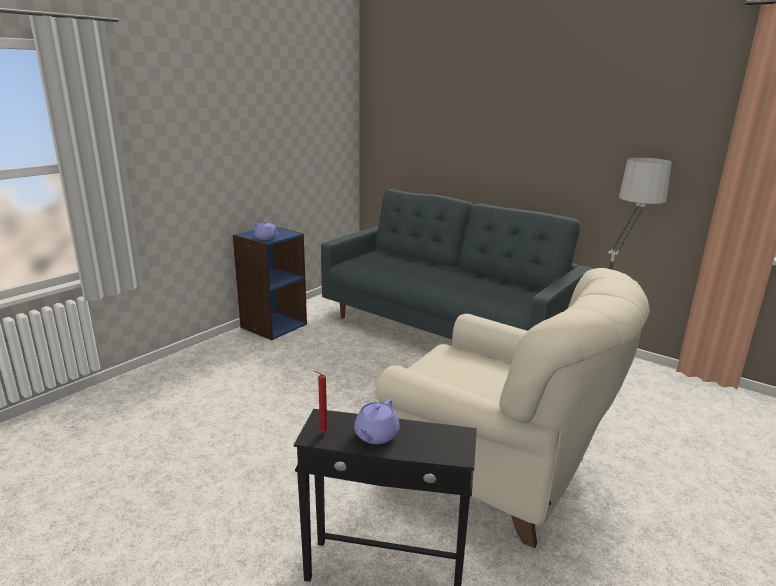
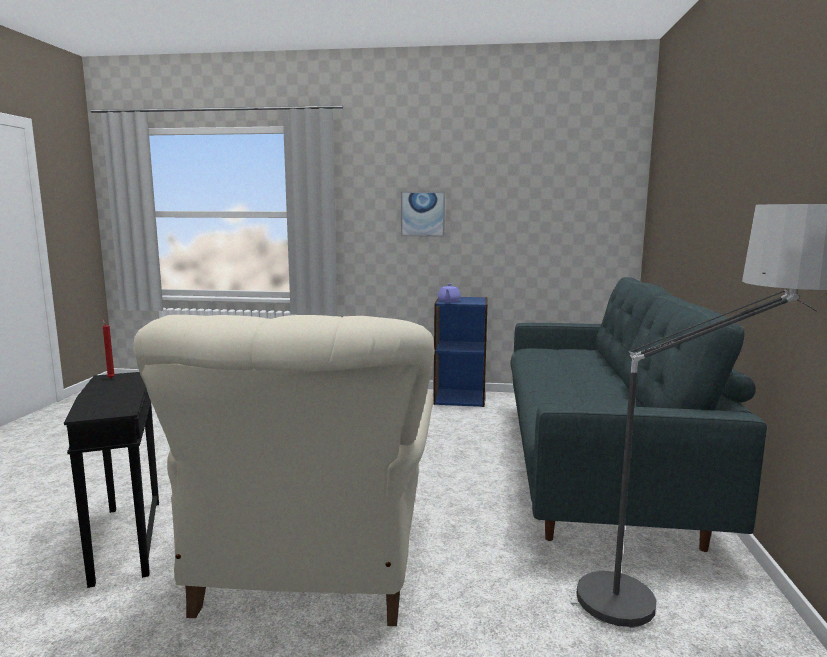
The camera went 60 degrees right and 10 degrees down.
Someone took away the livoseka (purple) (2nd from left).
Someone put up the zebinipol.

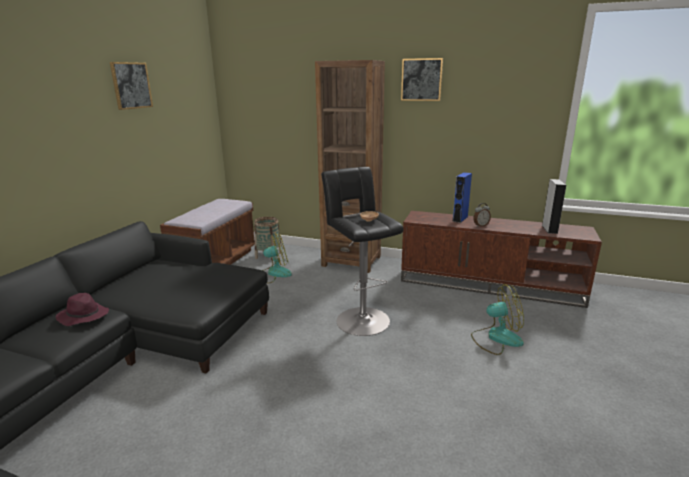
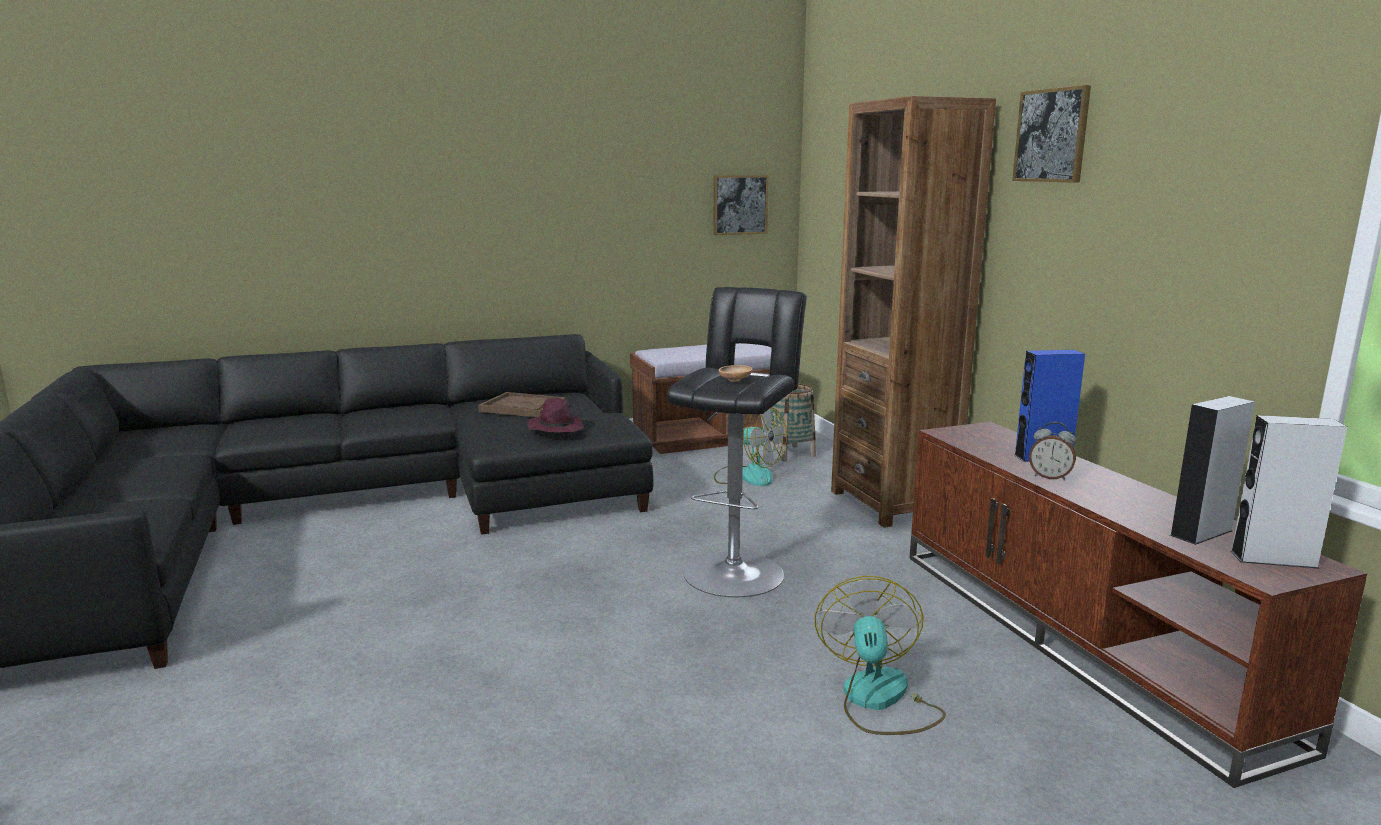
The camera went 50 degrees right and 5 degrees down.
Someone carried the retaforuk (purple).
Someone carried the zebinipol (1st from left).
Someone rotated the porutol (2nd from left) by 135 degrees counterclockwise.
Someone put down the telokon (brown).
Someone put down the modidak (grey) (2nd from left).

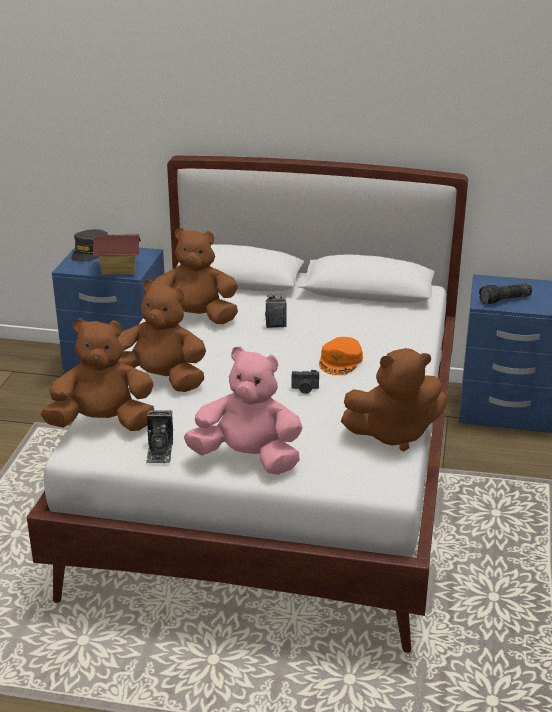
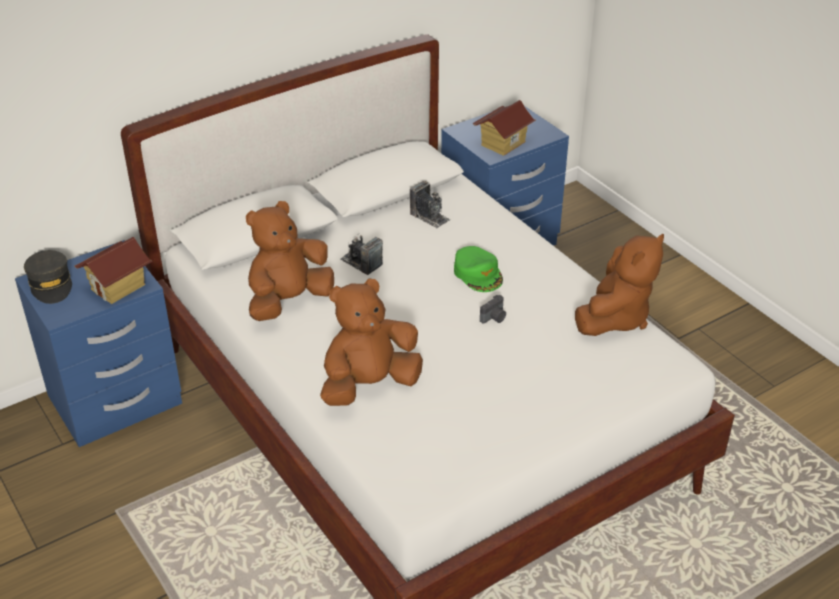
The camera went 45 degrees left and 10 degrees up.
Someone took away the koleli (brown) (1st from left).
Someone carried the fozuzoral (1st from left in the first image).
Someone took away the koleli (pink).
Someone repainted the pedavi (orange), which became the pedavi (green).
Someone swapped the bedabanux for the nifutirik (2nd from left).

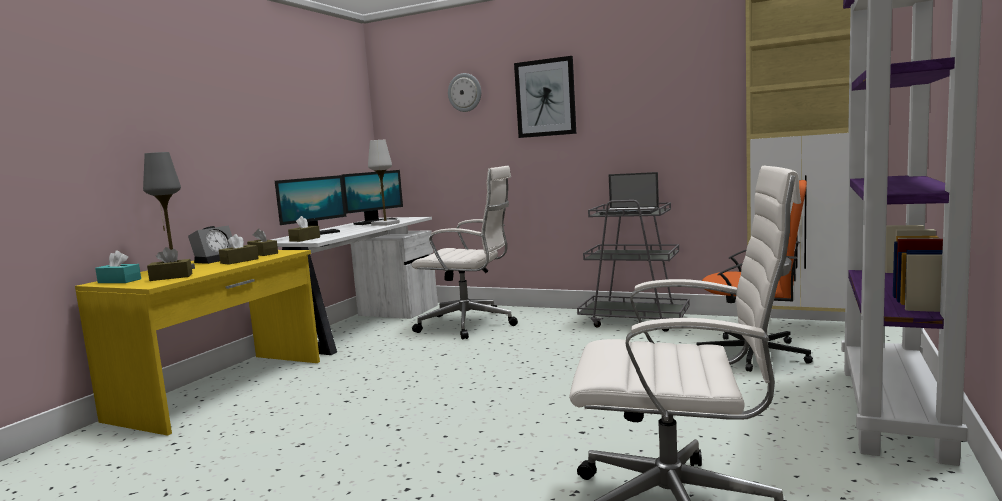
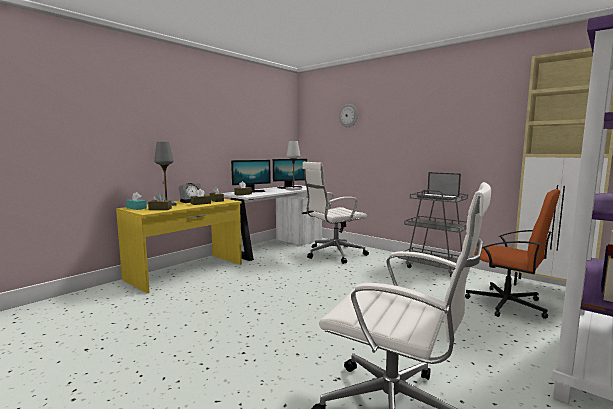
The camera went 15 degrees right and 0 degrees up.
Someone rotated the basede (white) (1st from left) by 120 degrees clockwise.
Someone took away the zebinipol.

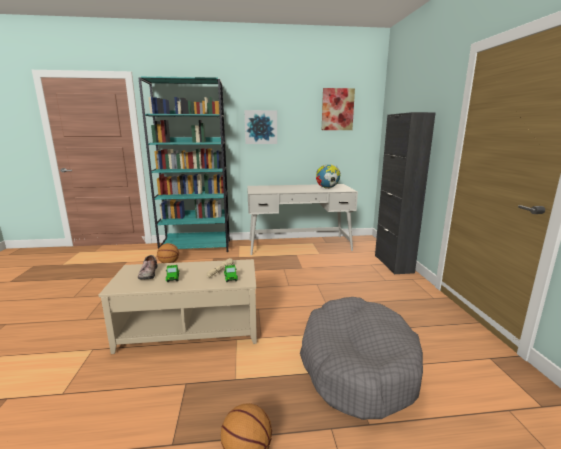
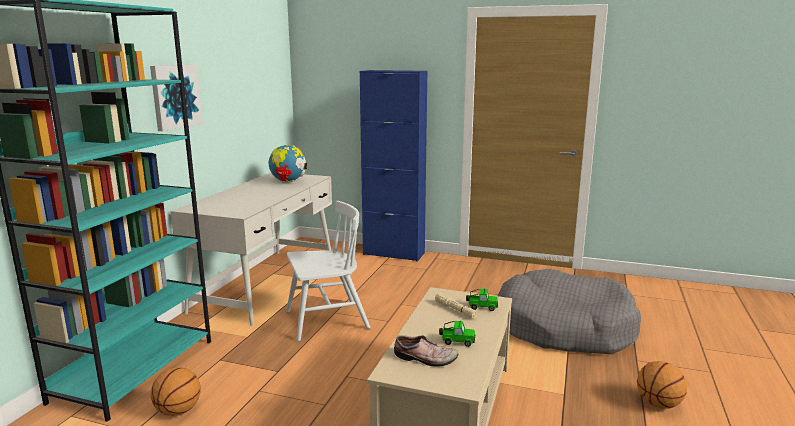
The camera went 65 degrees left and 0 degrees up.
Someone took away the zebinipol (2nd from left).
Someone repainted the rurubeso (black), which became the rurubeso (blue).
Someone put down the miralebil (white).

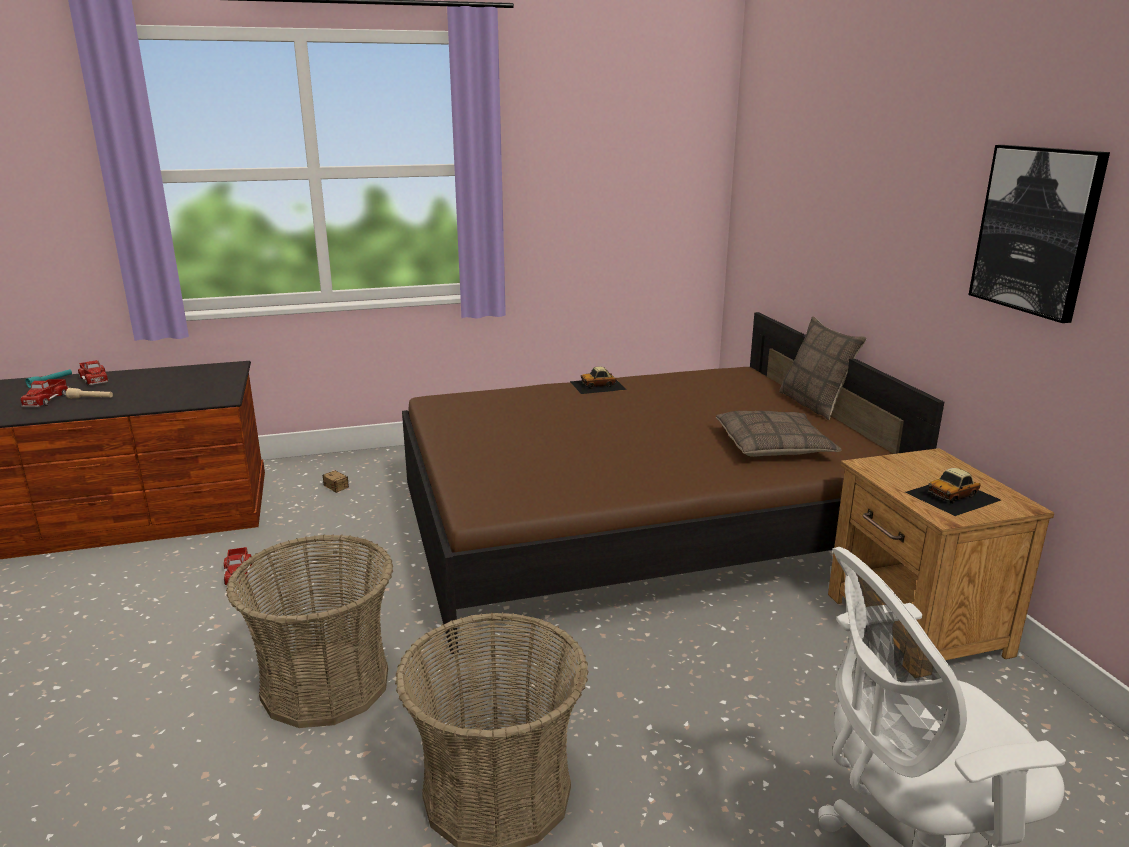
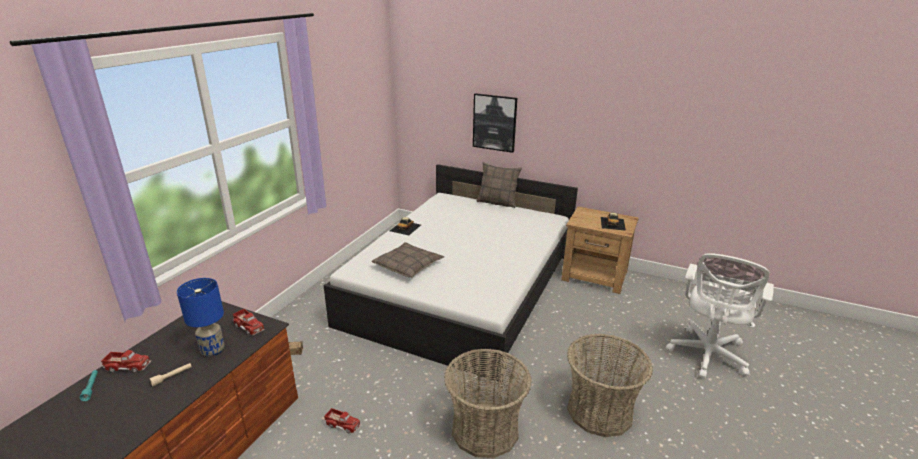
The camera went 50 degrees left and 5 degrees up.
Someone carried the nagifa (1st from left in the first image).
Someone repainted the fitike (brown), which became the fitike (white).
Someone carried the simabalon (1st from left).
Someone carried the zebinipol.
Someone put down the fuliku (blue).

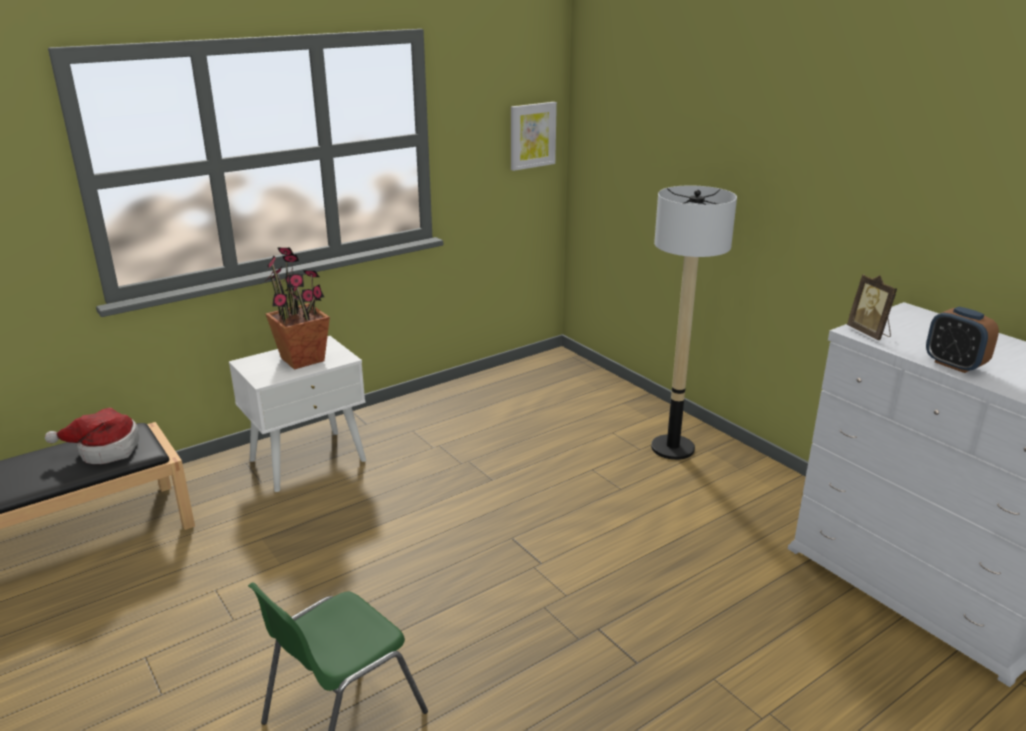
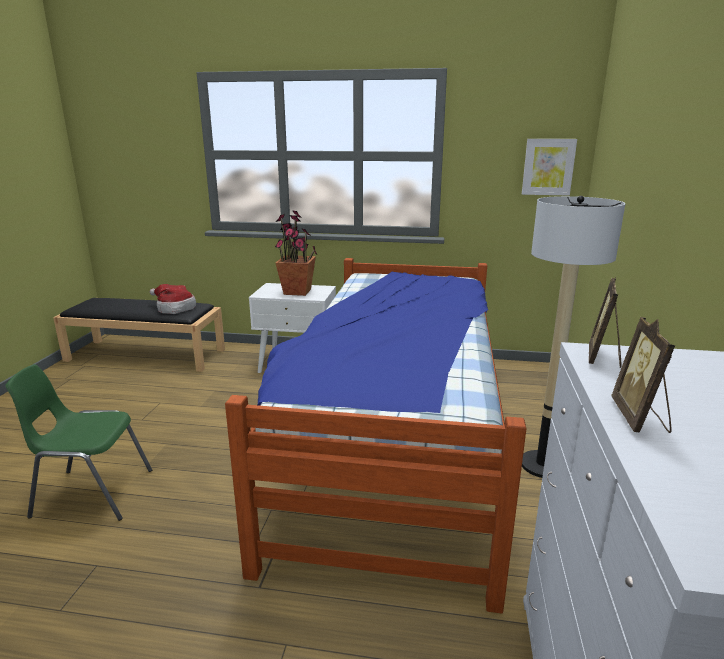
The camera went 45 degrees right and 5 degrees down.
Someone swapped the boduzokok for the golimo (2nd from left).
Someone put down the fitike.

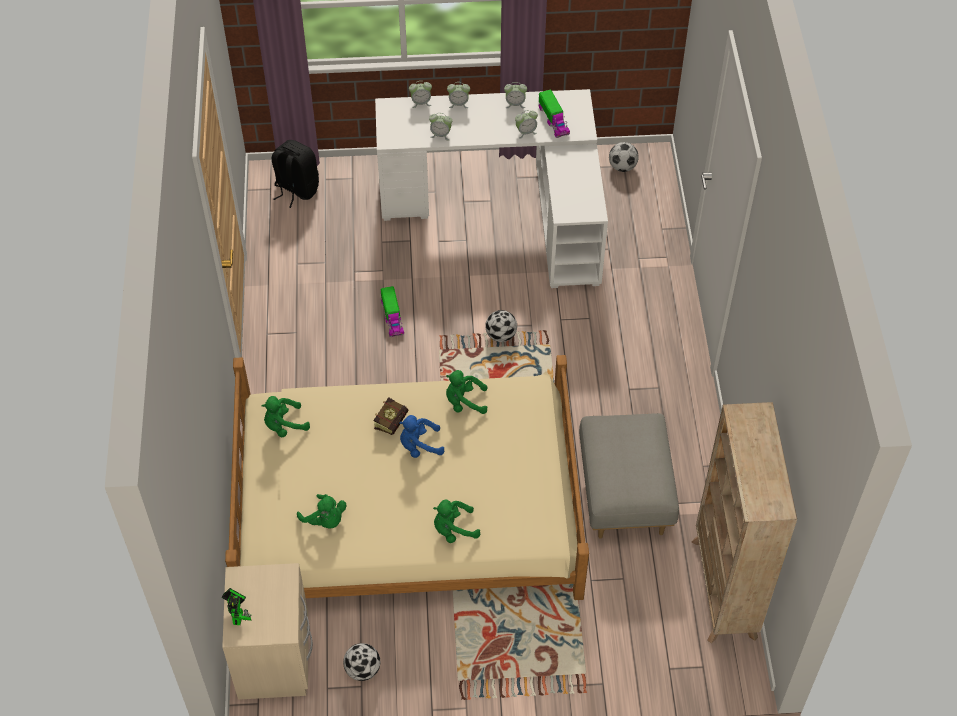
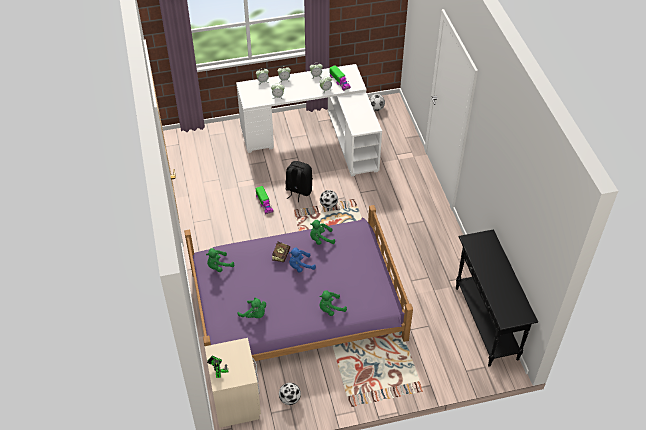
The camera went 10 degrees left and 5 degrees down.
Someone repainted the fitike (beige), which became the fitike (purple).
Someone carried the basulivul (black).
Someone took away the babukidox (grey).
Someone swapped the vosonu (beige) for the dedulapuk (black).

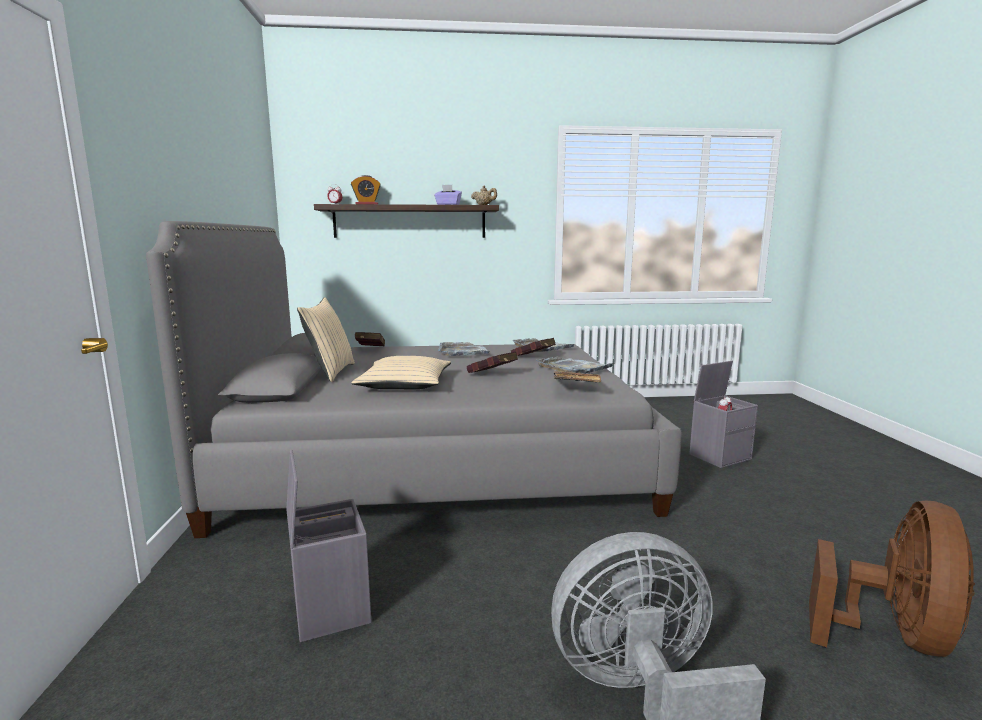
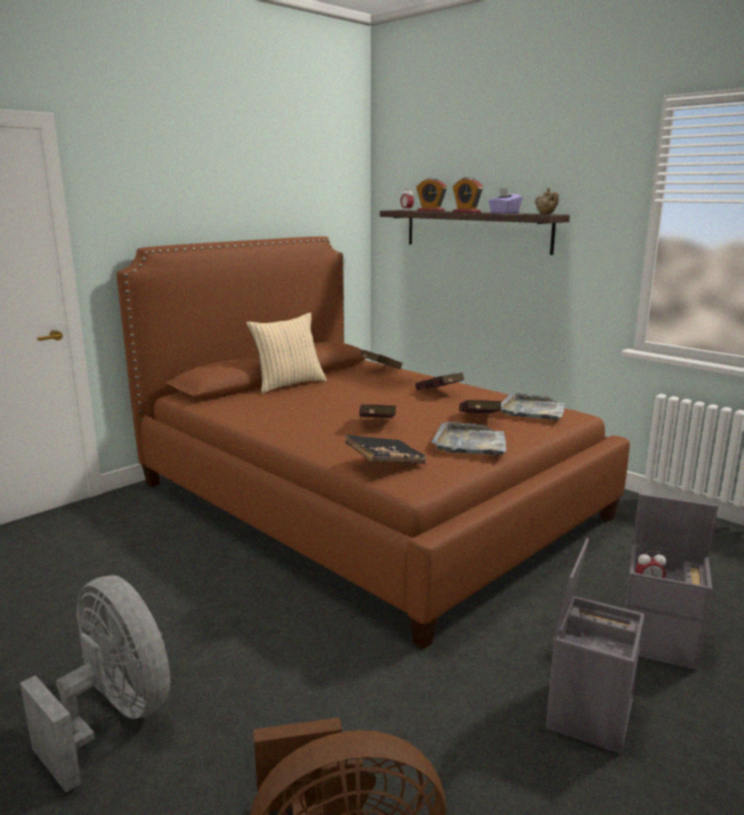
The camera went 50 degrees right and 5 degrees up.
Someone repainted the fitike (grey), which became the fitike (brown).
Someone carried the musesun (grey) (1st from left).
Someone took away the simabalon (beige) (2nd from left).
Someone swapped the telokon (grey) (1st from left) for the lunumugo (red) (3rd from left).
Someone put down the boduzokok (3rd from left).

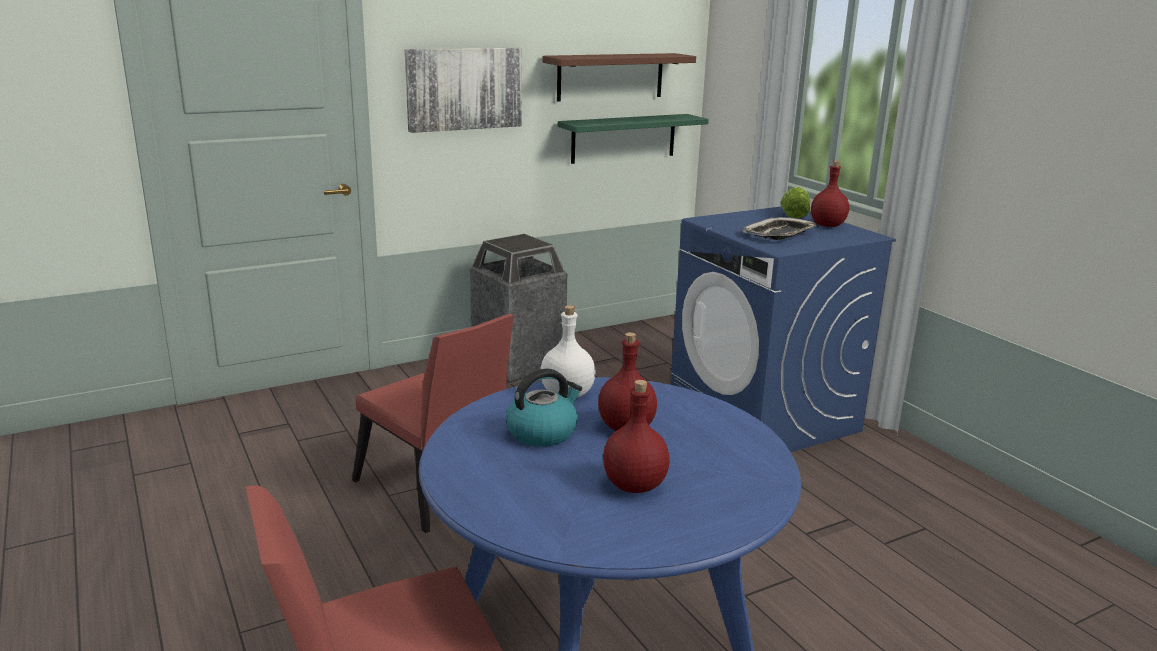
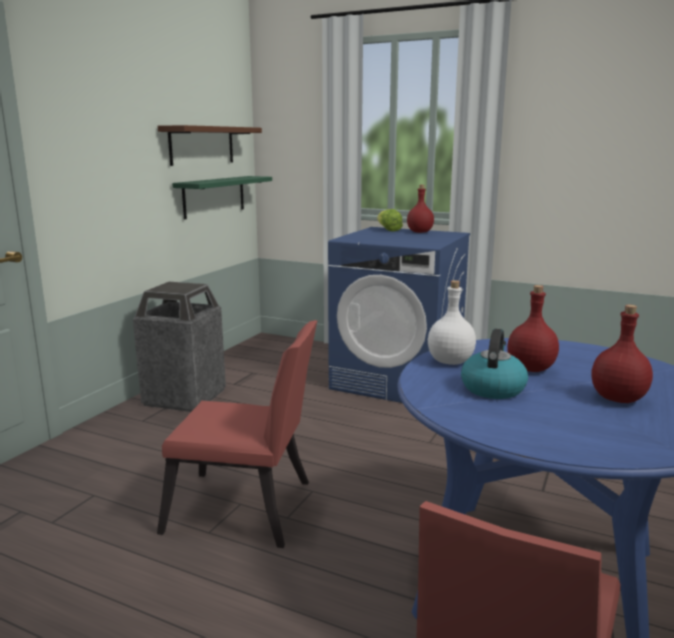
The camera went 35 degrees left and 5 degrees down.
Someone took away the zebinipol.
Someone took away the telokon.

